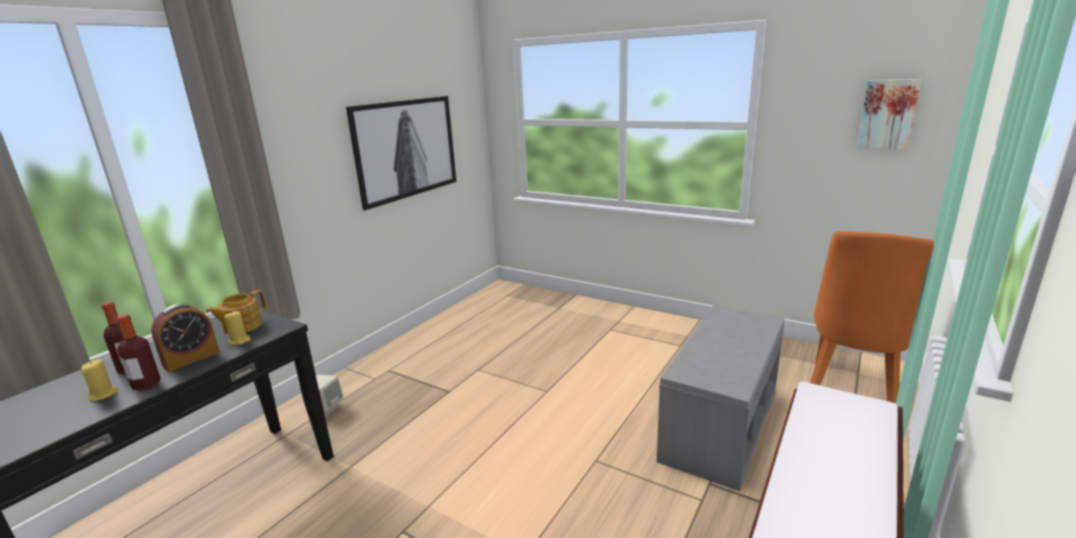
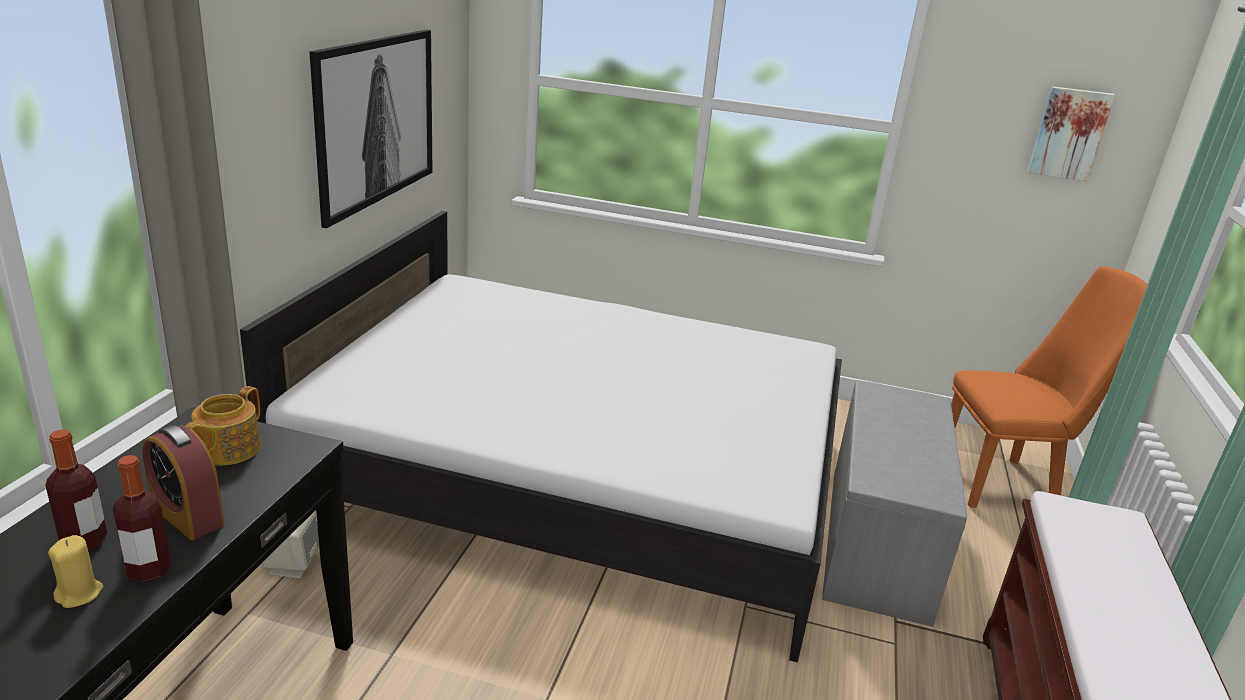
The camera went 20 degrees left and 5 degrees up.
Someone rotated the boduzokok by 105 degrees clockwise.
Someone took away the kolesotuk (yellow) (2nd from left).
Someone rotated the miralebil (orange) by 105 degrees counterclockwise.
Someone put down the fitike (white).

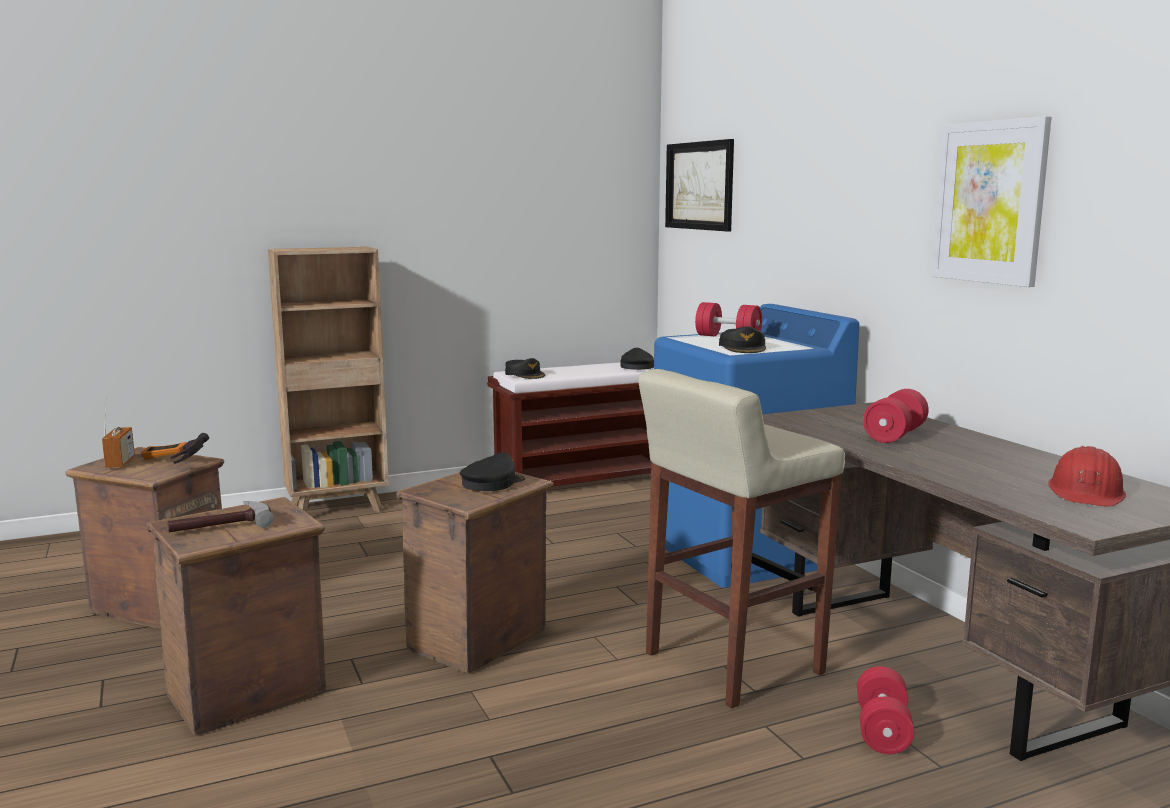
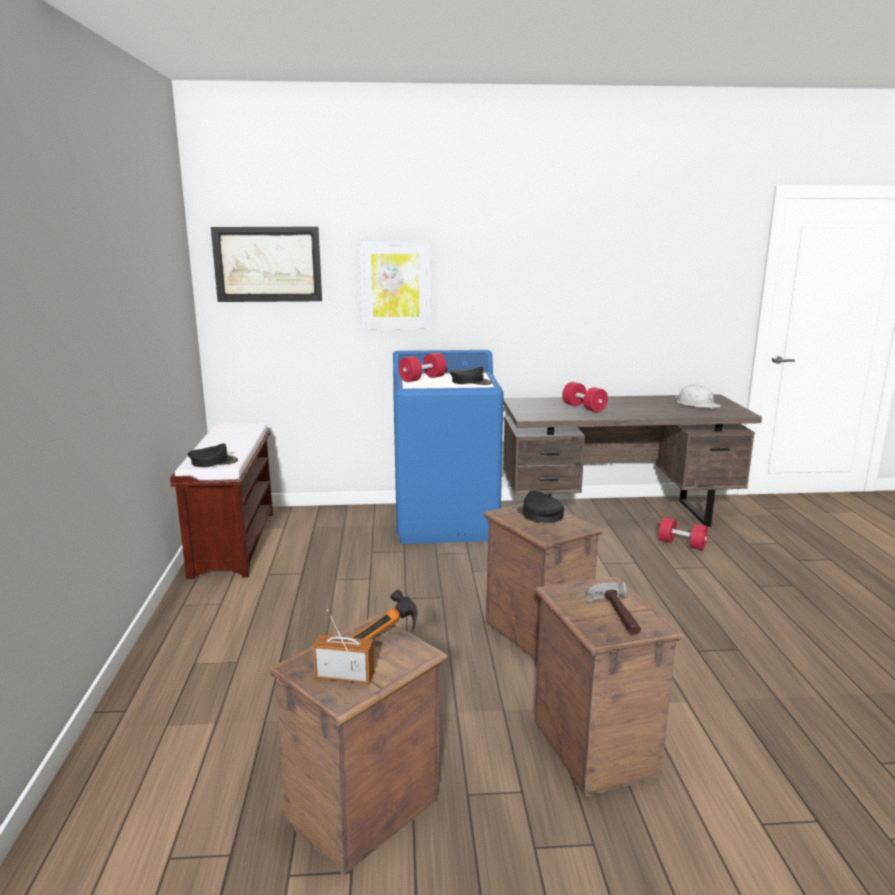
The camera went 70 degrees left and 5 degrees up.
Someone took away the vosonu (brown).
Someone took away the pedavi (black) (3rd from left).
Someone took away the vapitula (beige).
Someone carried the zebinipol (2nd from left).
Someone repainted the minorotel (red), which became the minorotel (white).

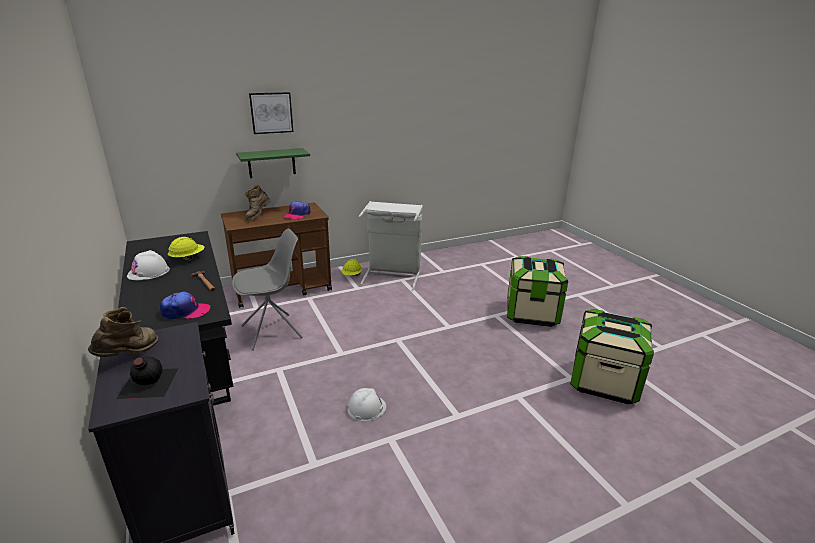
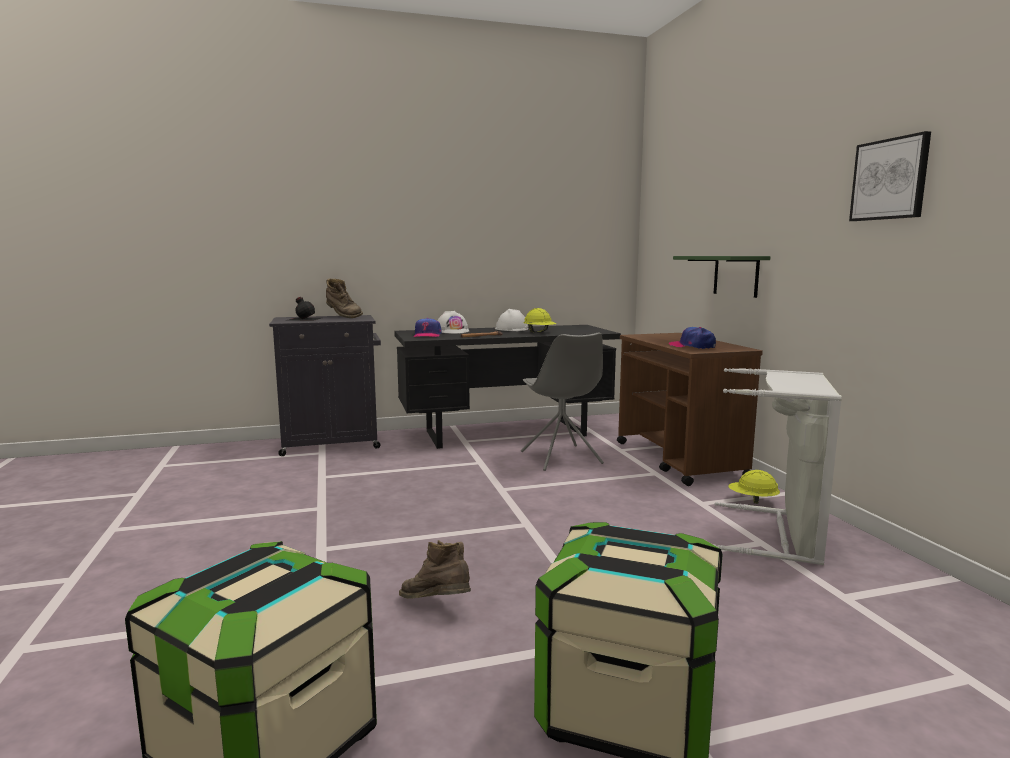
The camera went 100 degrees right and 15 degrees down.
Someone carried the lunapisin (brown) (2nd from left).
Someone carried the zebinipol.
Someone carried the minorotel (white) (2nd from left in the first image).

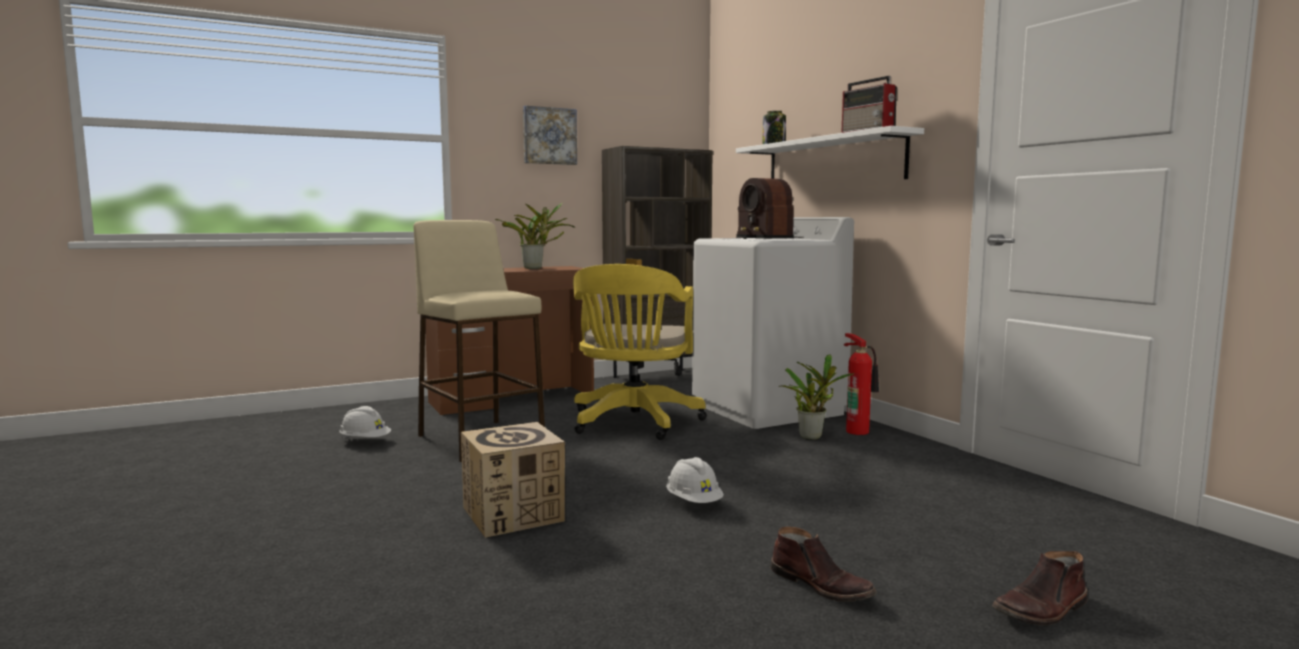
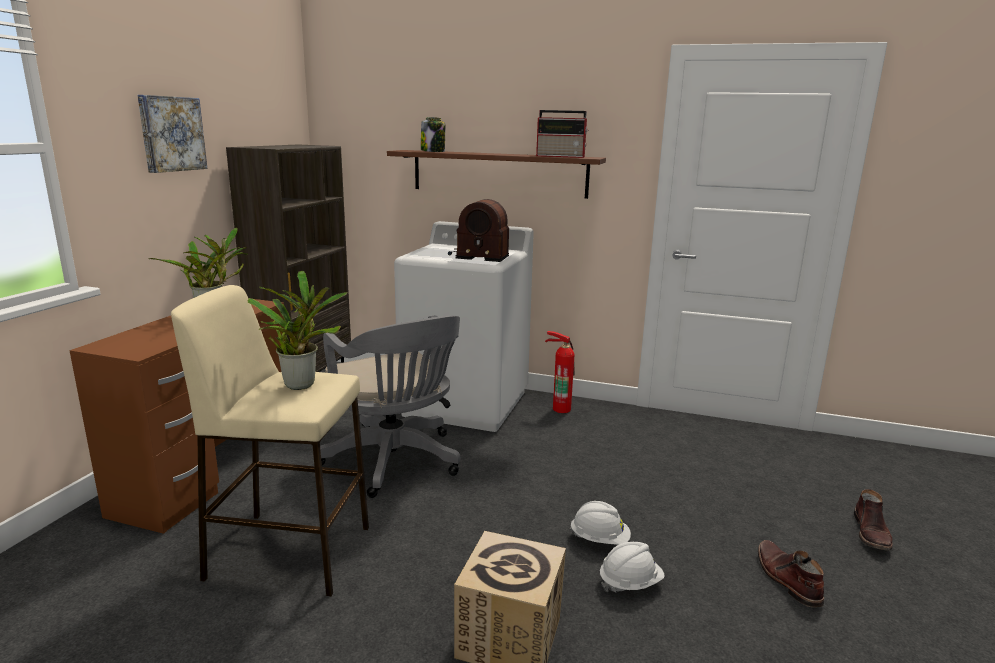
The camera went 45 degrees left and 10 degrees up.
Someone carried the minorotel (white) (1st from left in the first image).
Someone repainted the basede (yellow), which became the basede (grey).
Someone repainted the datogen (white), which became the datogen (brown).
Someone rotated the lunapisin (brown) (1st from left) by 105 degrees counterclockwise.
Someone carried the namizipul (2nd from left).

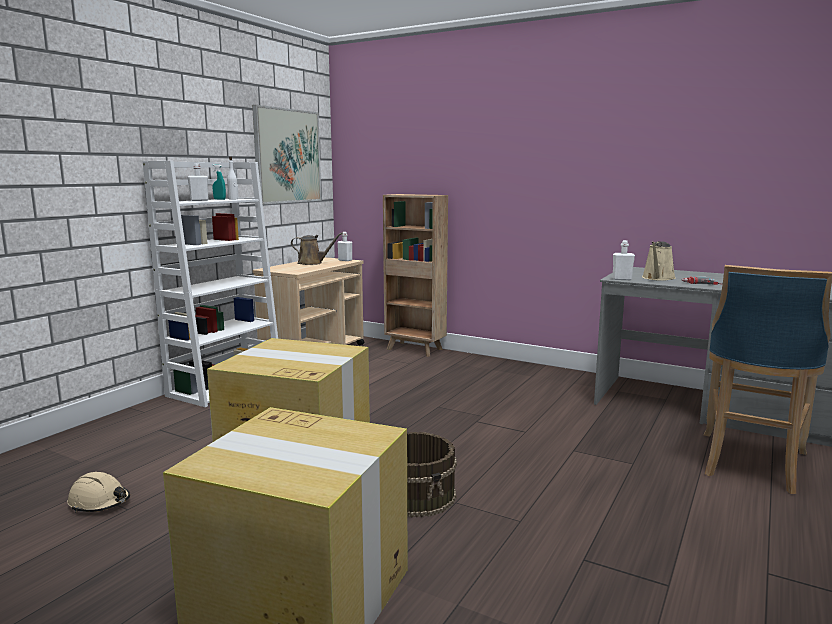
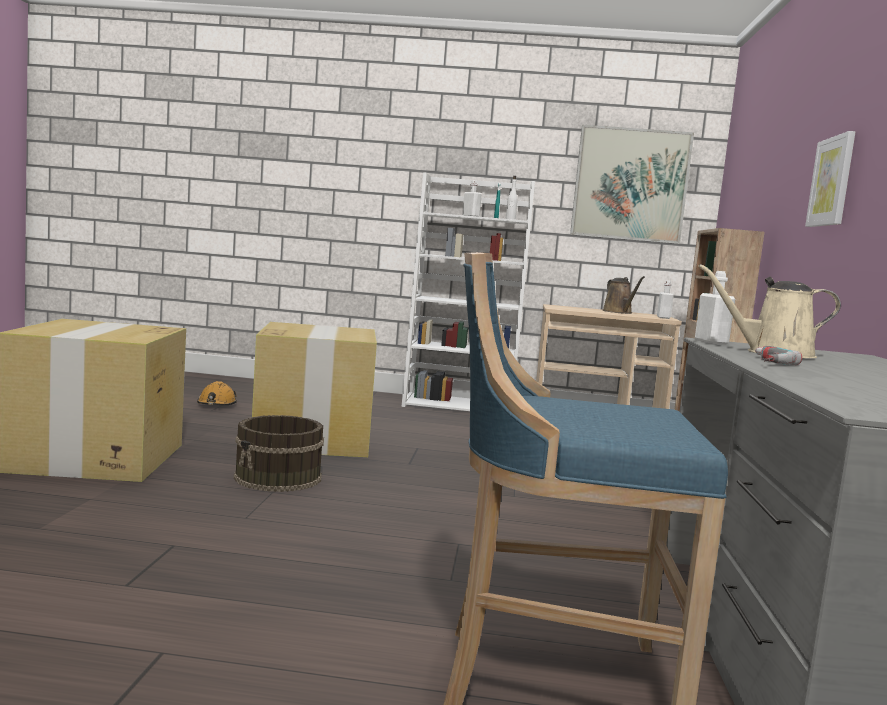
The camera went 65 degrees right and 5 degrees down.
Someone repainted the minorotel (beige), which became the minorotel (orange).
Someone put up the zebinipol (2nd from left).

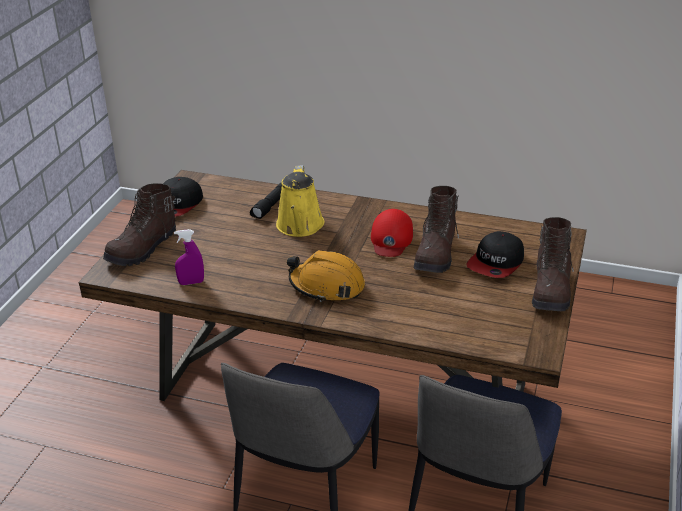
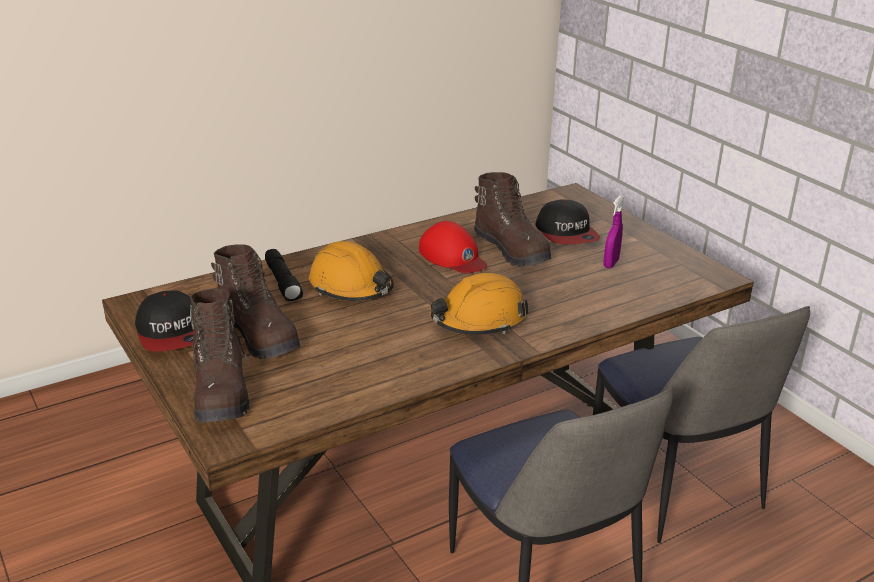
The camera went 50 degrees left and 5 degrees down.
Someone carried the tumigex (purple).
Someone swapped the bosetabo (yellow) for the minorotel (orange) (1st from left).
Someone carried the lunapisin (brown) (3rd from left in the first image).

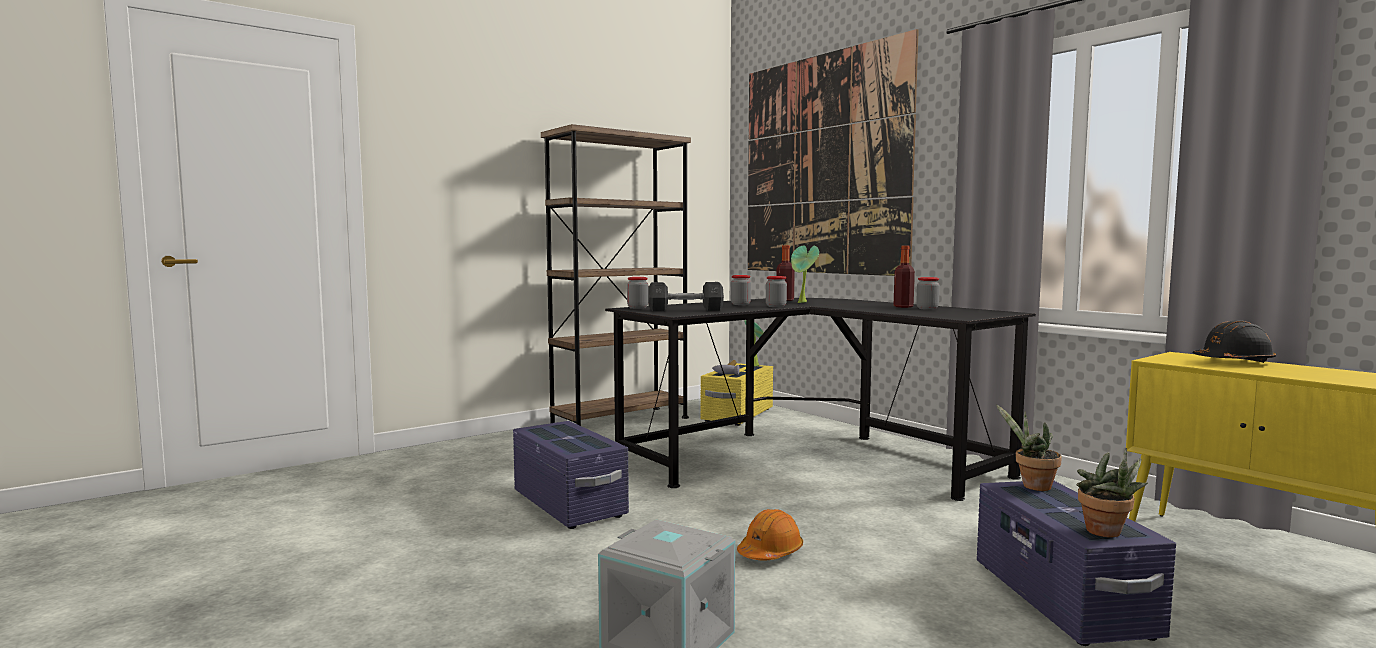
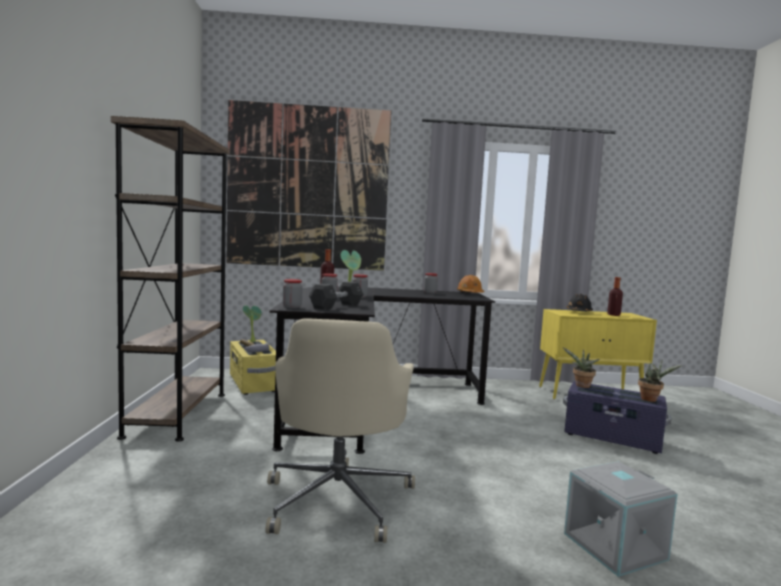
The camera went 55 degrees left and 0 degrees up.
Someone swapped the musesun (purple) (1st from left) for the basede (beige).
Someone carried the minorotel (orange).
Someone carried the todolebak (2nd from left).

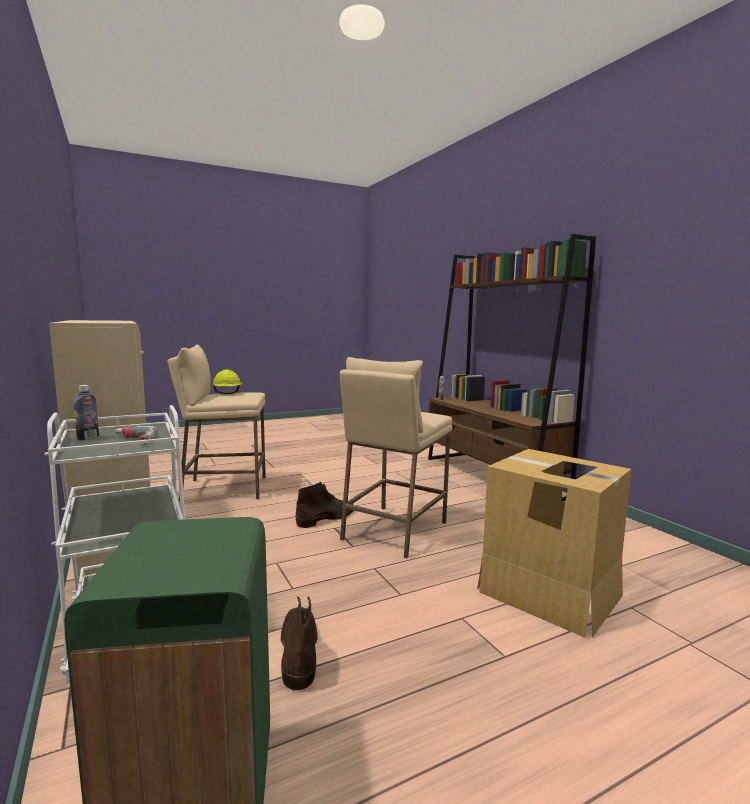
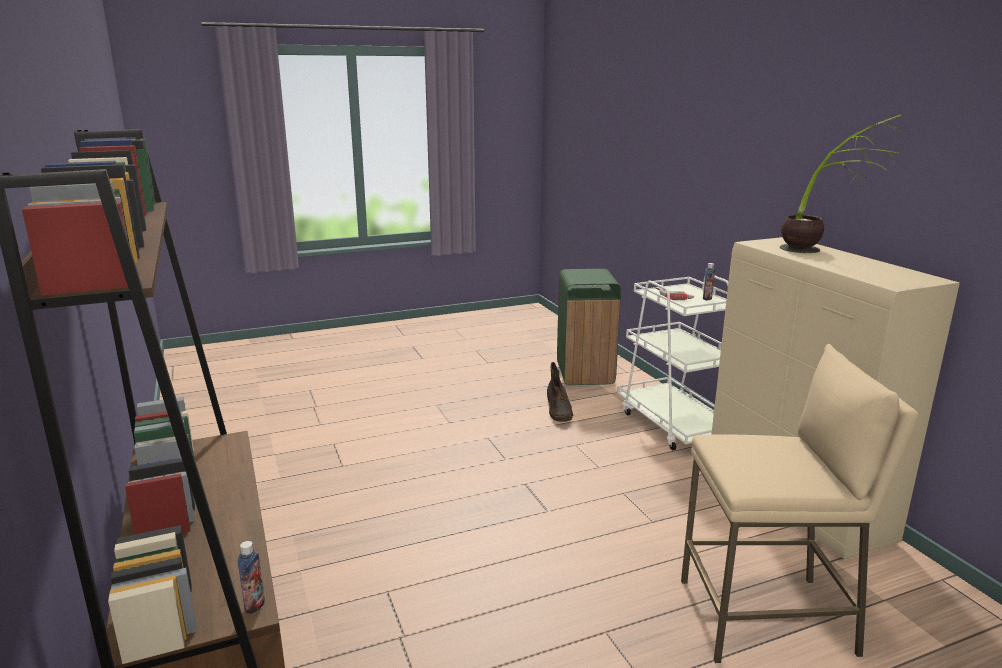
The camera went 175 degrees left and 10 degrees up.
Someone took away the minorotel (yellow).
Someone took away the lunapisin (brown) (2nd from left).
Someone took away the vapitula (beige) (2nd from left).
Someone took away the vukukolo.
Someone put down the namizipul.

